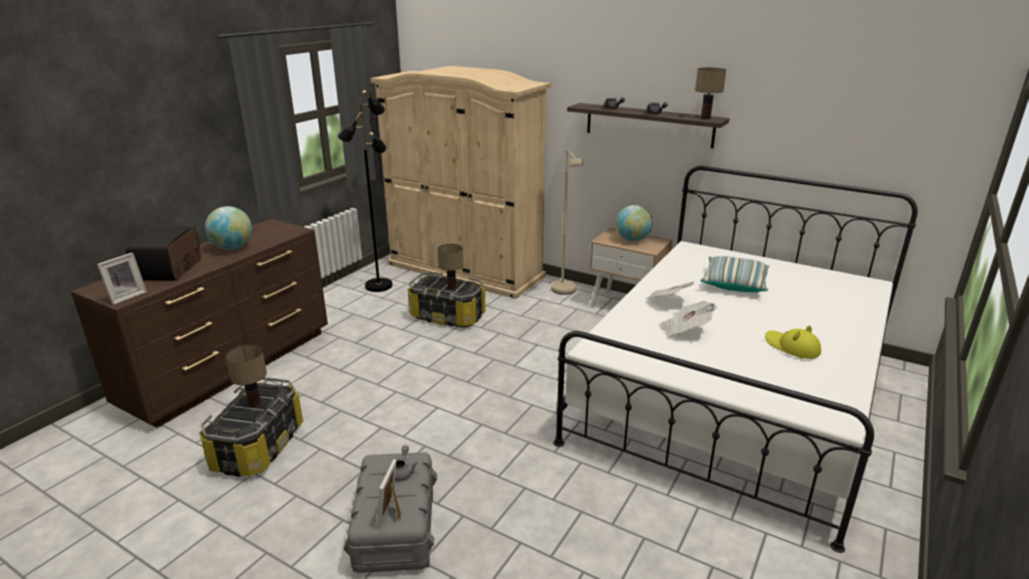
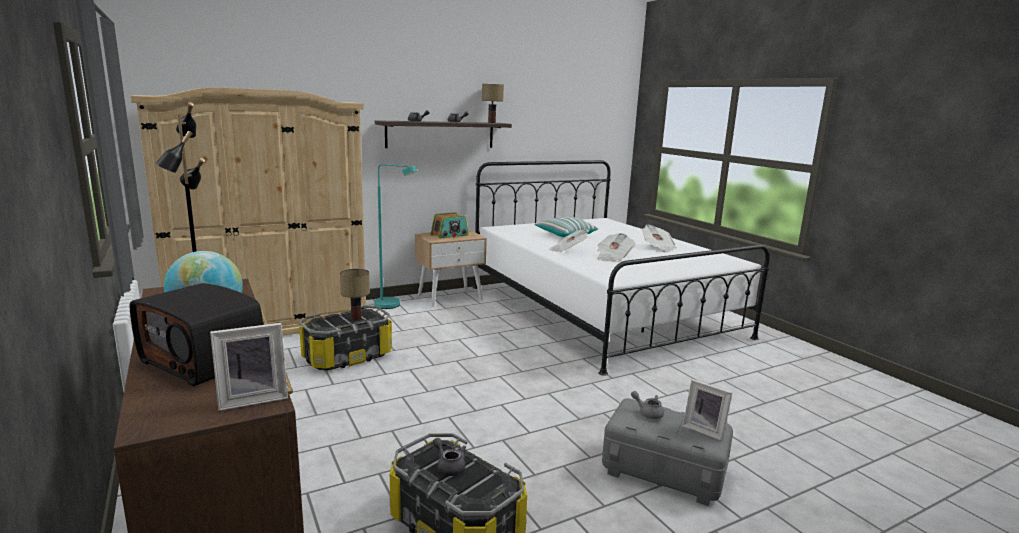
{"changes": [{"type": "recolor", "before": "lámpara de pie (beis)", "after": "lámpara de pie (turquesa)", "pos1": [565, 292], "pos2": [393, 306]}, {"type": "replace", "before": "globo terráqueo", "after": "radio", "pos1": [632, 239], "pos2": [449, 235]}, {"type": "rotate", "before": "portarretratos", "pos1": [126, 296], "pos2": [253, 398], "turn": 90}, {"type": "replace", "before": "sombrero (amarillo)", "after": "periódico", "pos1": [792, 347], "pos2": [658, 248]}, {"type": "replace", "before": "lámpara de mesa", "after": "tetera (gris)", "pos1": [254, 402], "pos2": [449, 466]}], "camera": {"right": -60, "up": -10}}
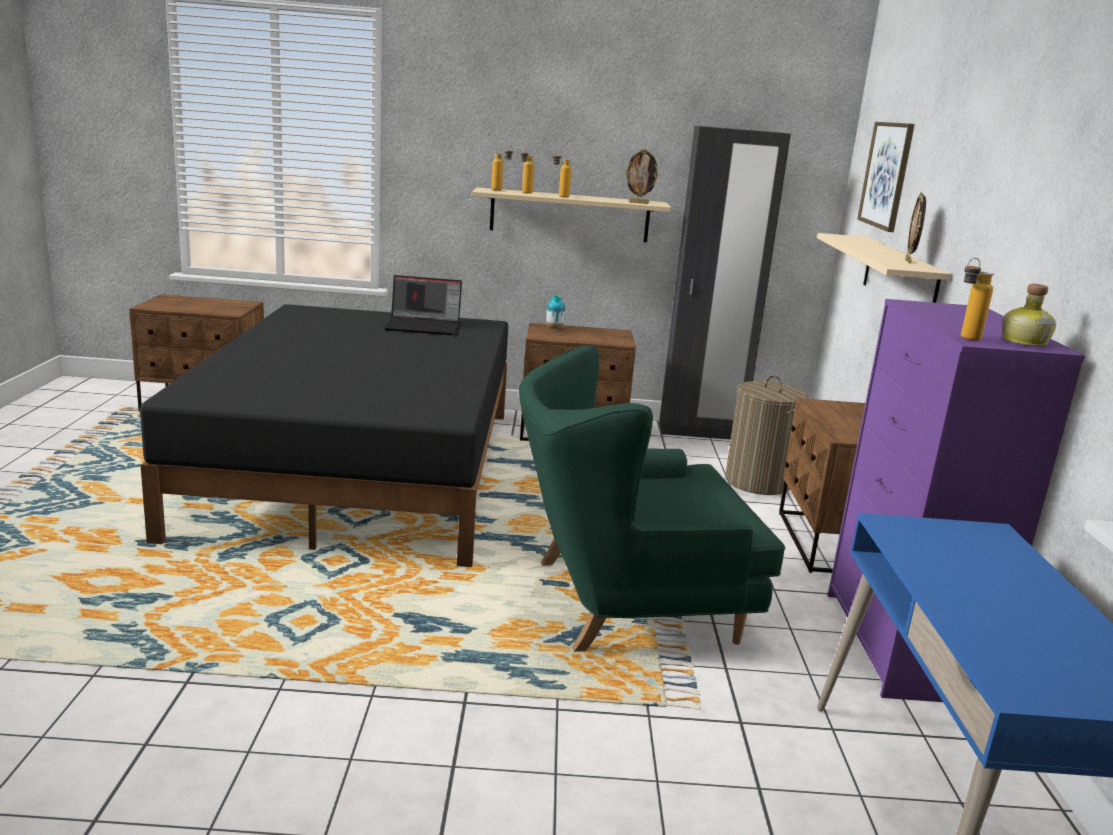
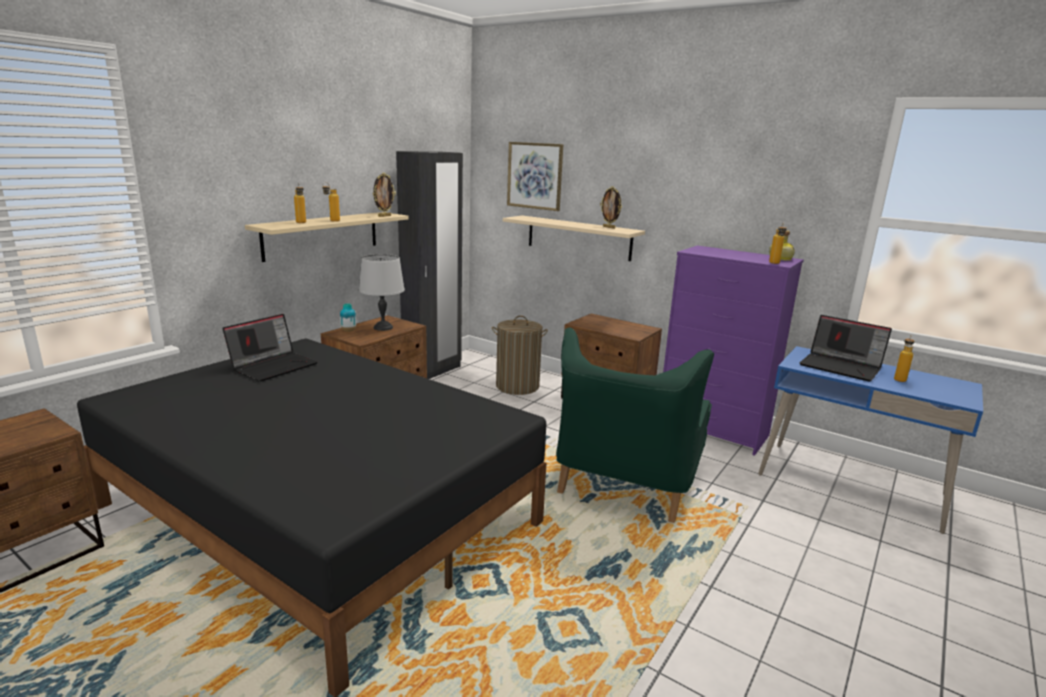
{"changes": [{"type": "move", "before": "botella", "pos1": [501, 190], "pos2": [900, 379]}, {"type": "insert", "after": "lámpara de mesa (gris)", "pos2": [382, 327]}, {"type": "insert", "after": "portátil", "pos2": [841, 367]}], "camera": {"right": -55, "up": 0}}
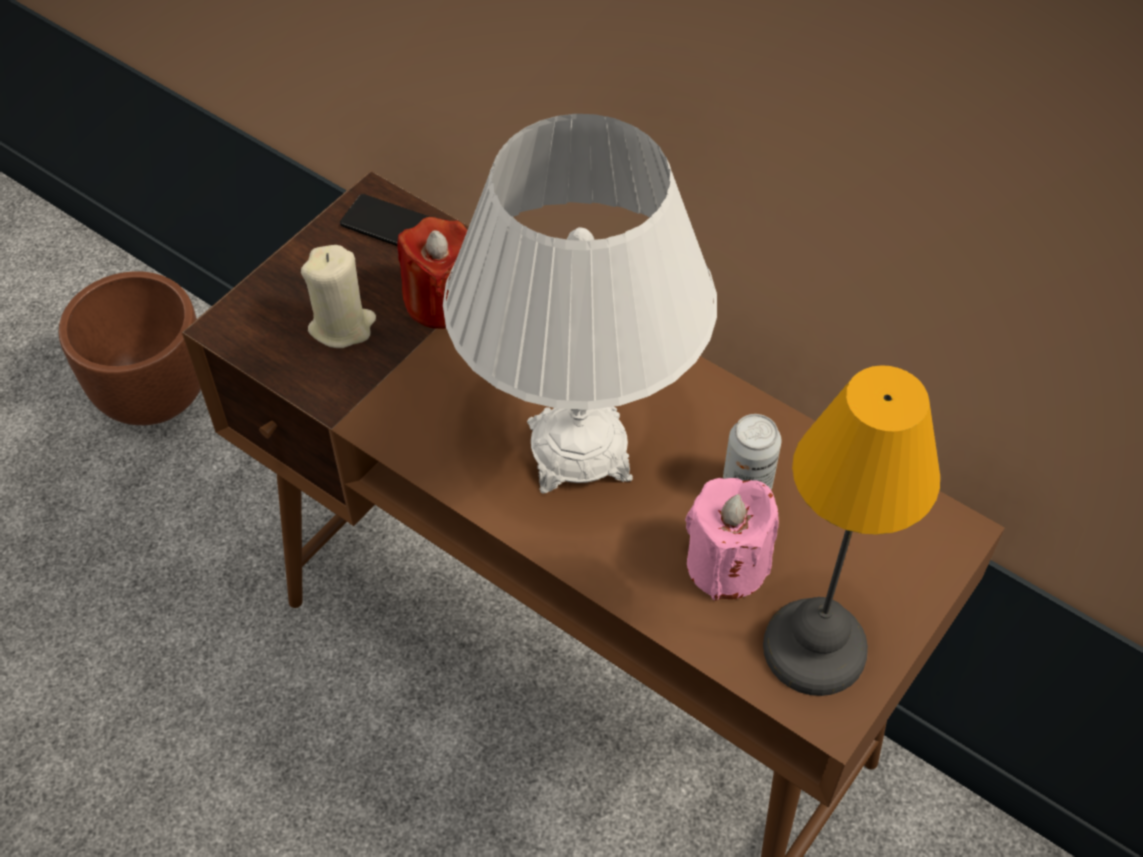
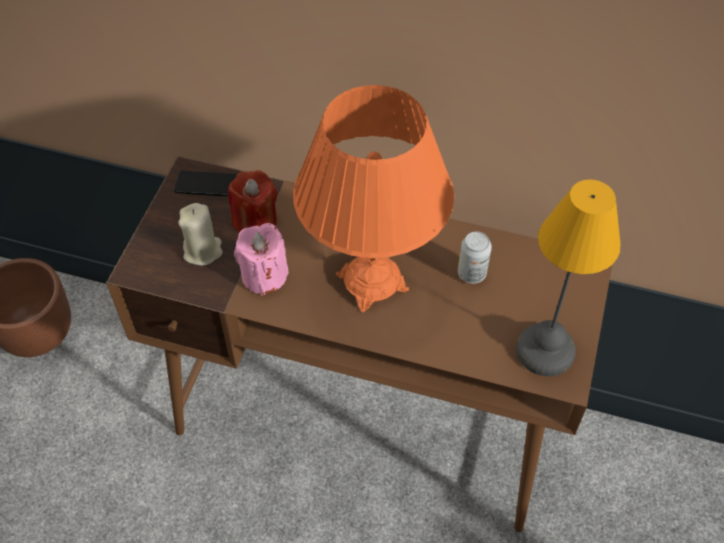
{"changes": [{"type": "recolor", "before": "lámpara de mesa (blanco)", "after": "lámpara de mesa (naranja)", "pos1": [579, 450], "pos2": [372, 282]}, {"type": "move", "before": "vela (rosa)", "pos1": [727, 564], "pos2": [264, 275]}], "camera": {"right": -20, "up": 0}}
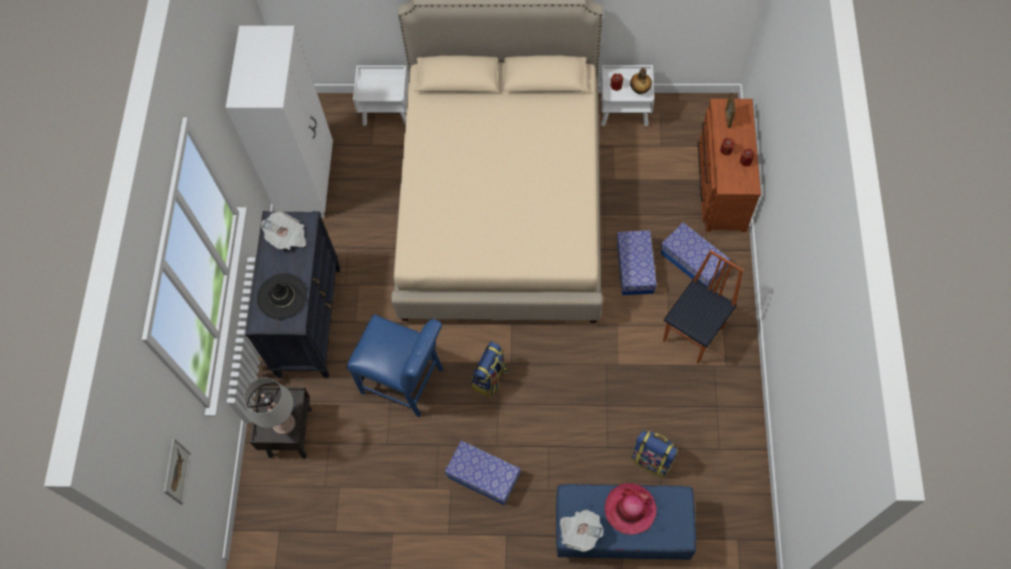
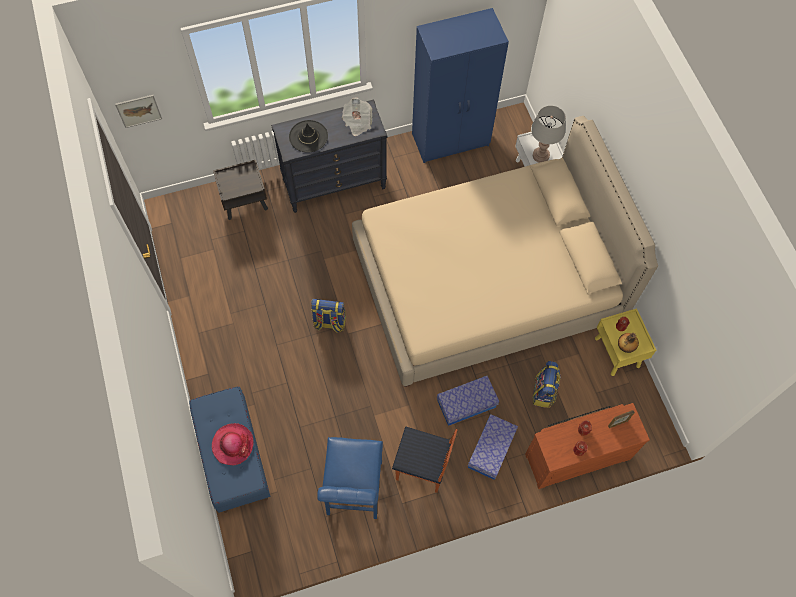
{"changes": [{"type": "recolor", "before": "armario ropero (blanco)", "after": "armario ropero (azul)", "pos1": [307, 180], "pos2": [451, 140]}, {"type": "recolor", "before": "mesita de noche (blanco)", "after": "mesita de noche (amarillo)", "pos1": [624, 112], "pos2": [617, 353]}, {"type": "move", "before": "silla (azul)", "pos1": [406, 383], "pos2": [353, 492]}, {"type": "move", "before": "lámpara de mesa (gris)", "pos1": [284, 423], "pos2": [541, 156]}, {"type": "move", "before": "mochila", "pos1": [652, 459], "pos2": [544, 392]}, {"type": "delete", "before": "caja de almacenaje", "pos1": [484, 476]}, {"type": "delete", "before": "periódico", "pos1": [579, 532]}], "camera": {"right": 65, "up": 0}}
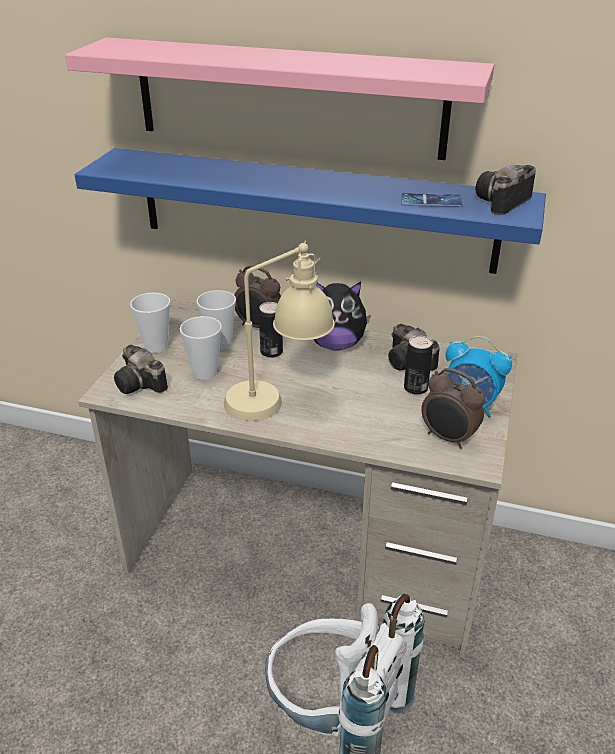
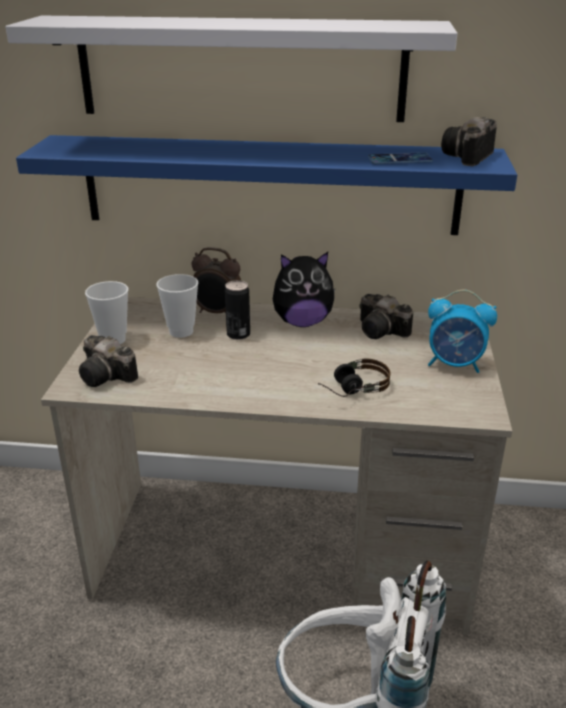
{"changes": [{"type": "recolor", "before": "estante (rosa)", "after": "estante (blanco)", "pos1": [288, 98], "pos2": [241, 69]}, {"type": "delete", "before": "lámpara de mesa (beis)", "pos1": [279, 402]}, {"type": "delete", "before": "taza", "pos1": [205, 372]}, {"type": "delete", "before": "lata", "pos1": [415, 388]}, {"type": "delete", "before": "despertador", "pos1": [448, 438]}, {"type": "insert", "after": "auriculares", "pos2": [350, 389]}], "camera": {"right": -10, "up": -5}}
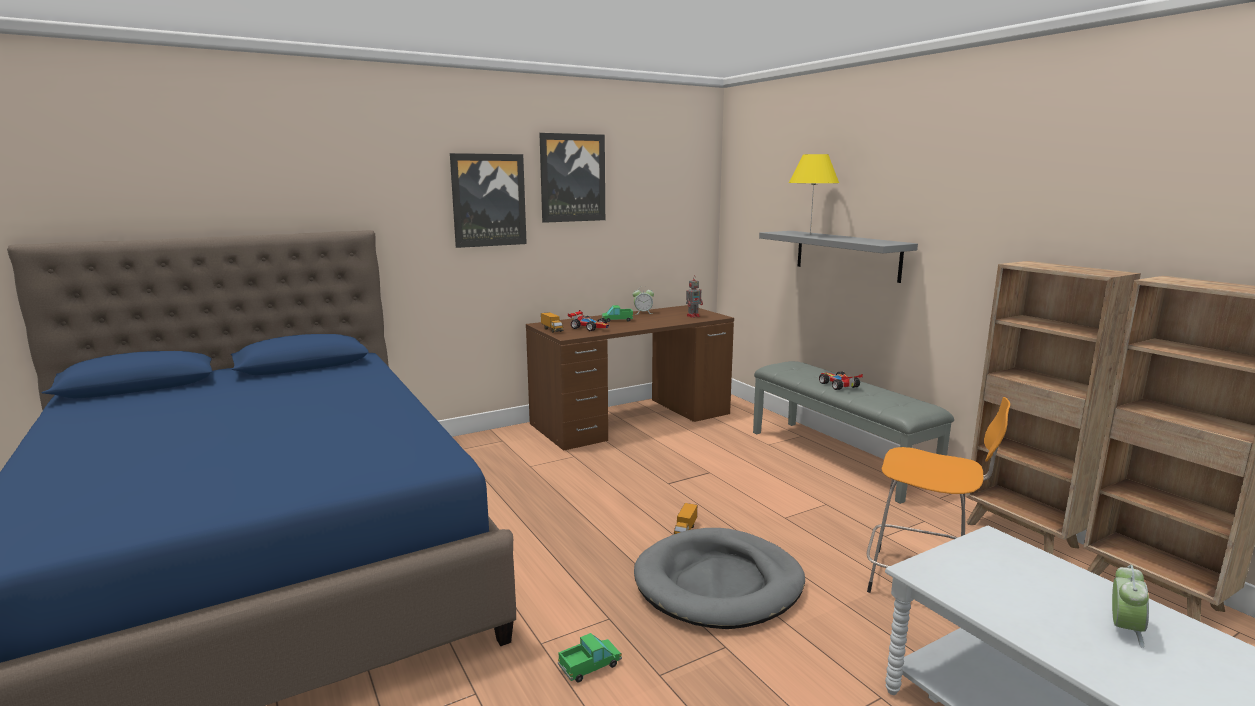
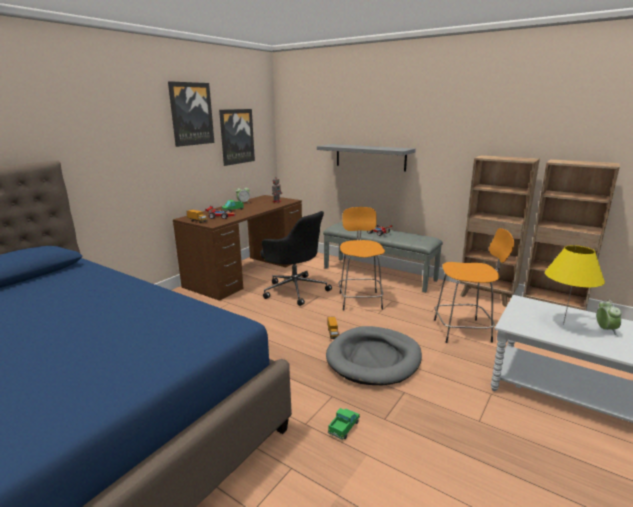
{"changes": [{"type": "move", "before": "cuadro", "pos1": [488, 200], "pos2": [236, 136]}, {"type": "move", "before": "lámpara de mesa (amarillo)", "pos1": [810, 234], "pos2": [563, 324]}, {"type": "insert", "after": "taburete (naranja)", "pos2": [360, 300]}, {"type": "insert", "after": "silla de oficina (negro)", "pos2": [295, 289]}], "camera": {"right": -25, "up": 5}}
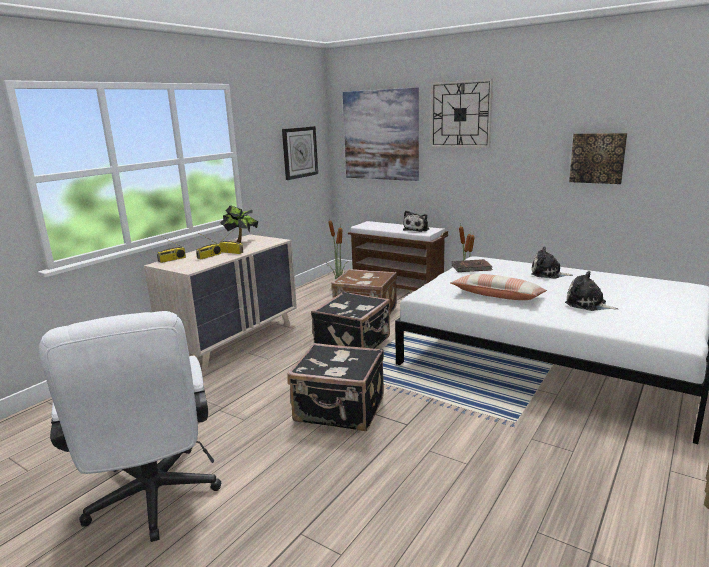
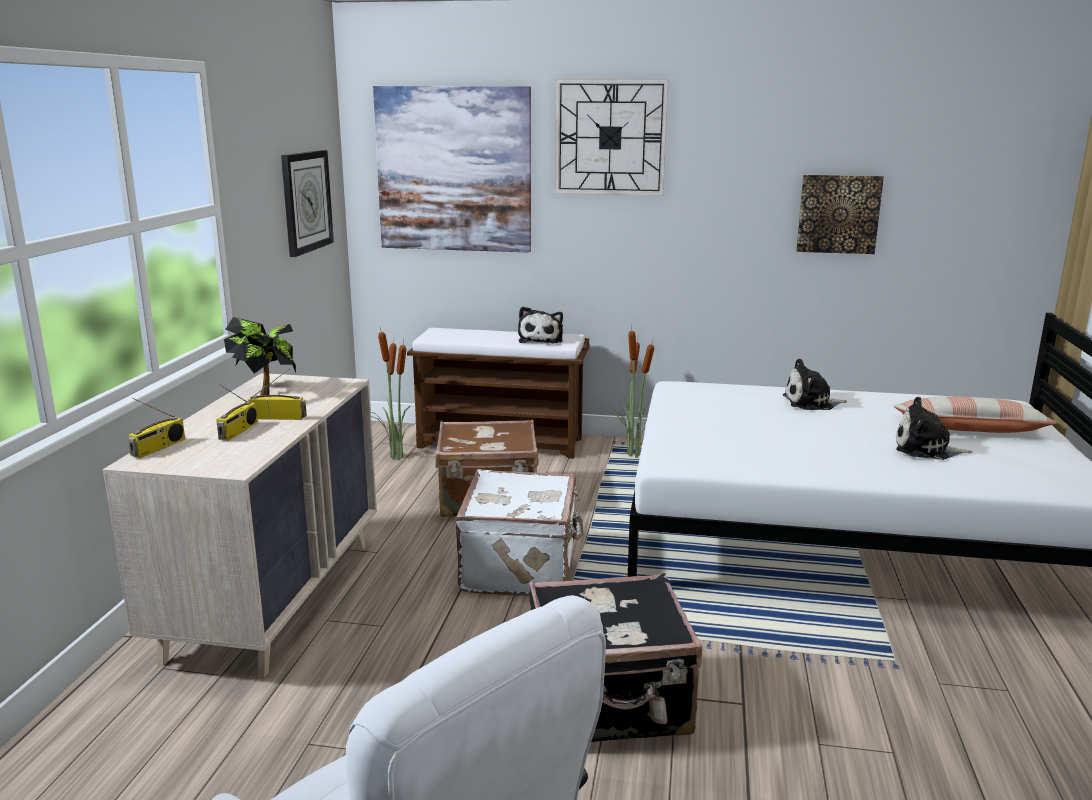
{"changes": [{"type": "delete", "before": "libro (marrón)", "pos1": [472, 268]}, {"type": "move", "before": "cojín", "pos1": [497, 296], "pos2": [969, 429]}, {"type": "recolor", "before": "maleta (negro)", "after": "maleta (blanco)", "pos1": [354, 344], "pos2": [522, 567]}], "camera": {"right": -25, "up": 0}}
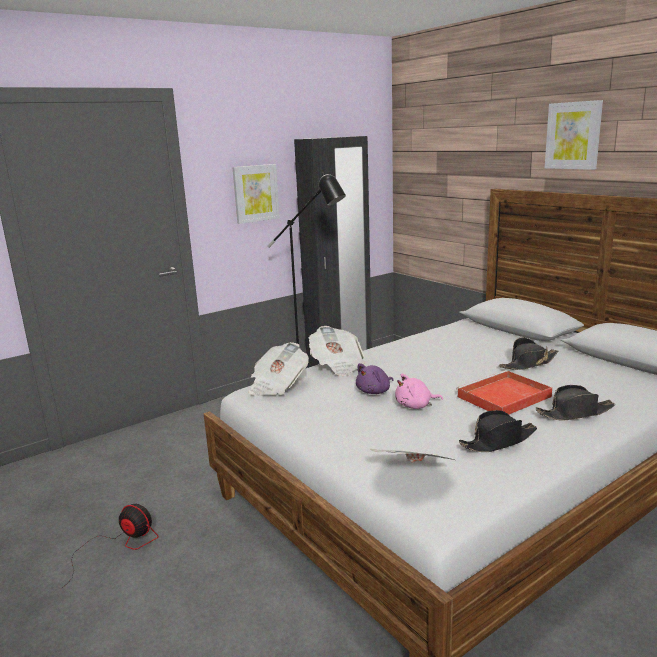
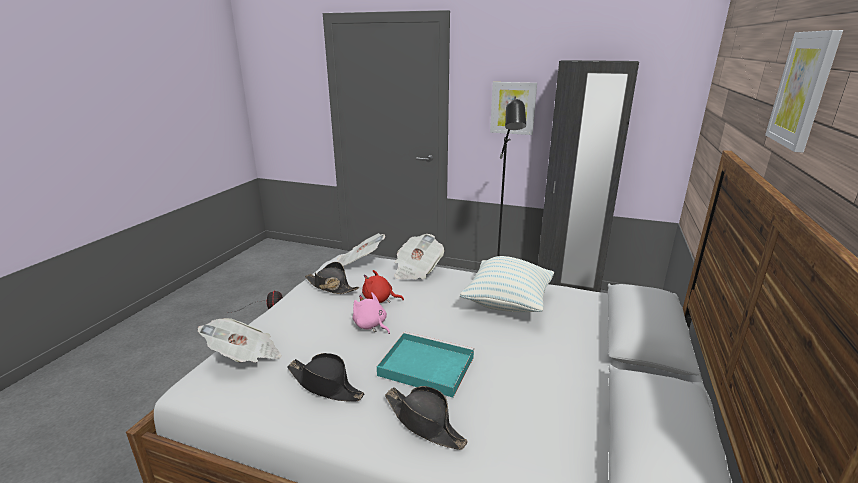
{"changes": [{"type": "move", "before": "sombrero (negro)", "pos1": [528, 363], "pos2": [331, 286]}, {"type": "recolor", "before": "peluche (morado)", "after": "peluche (rojo)", "pos1": [374, 391], "pos2": [379, 299]}, {"type": "recolor", "before": "bandeja (rojo)", "after": "bandeja (turquesa)", "pos1": [503, 397], "pos2": [424, 366]}, {"type": "insert", "after": "cojín", "pos2": [507, 303]}], "camera": {"right": 55, "up": 5}}
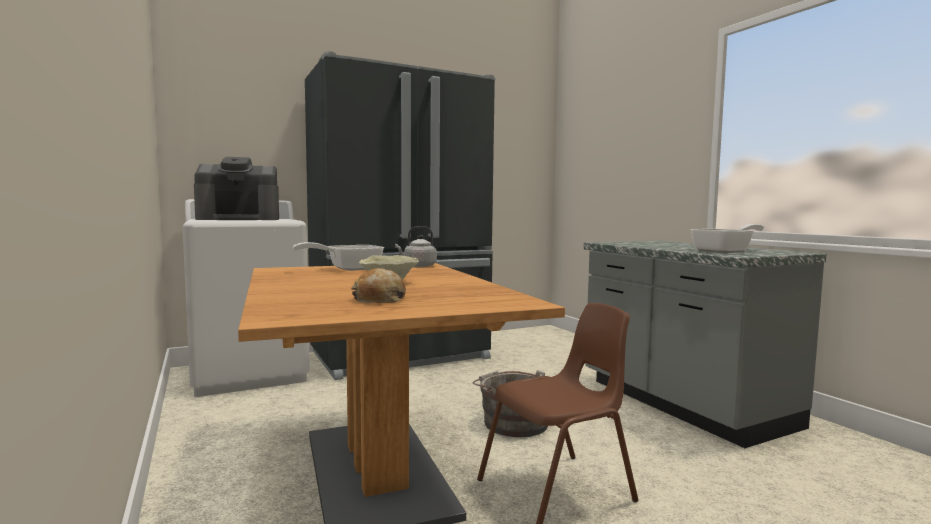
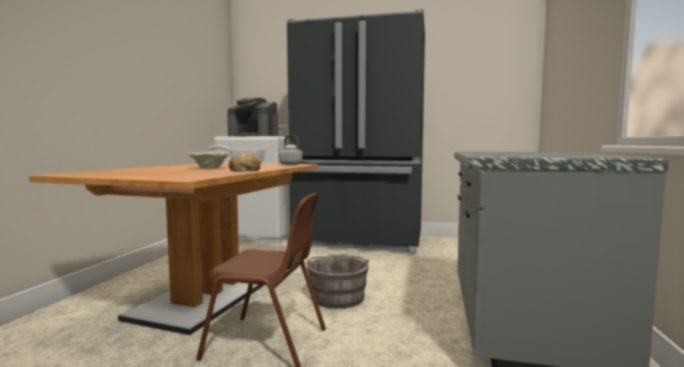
{"changes": [{"type": "delete", "before": "sartén", "pos1": [726, 251]}, {"type": "move", "before": "pan", "pos1": [379, 299], "pos2": [244, 170]}], "camera": {"right": 40, "up": 0}}
